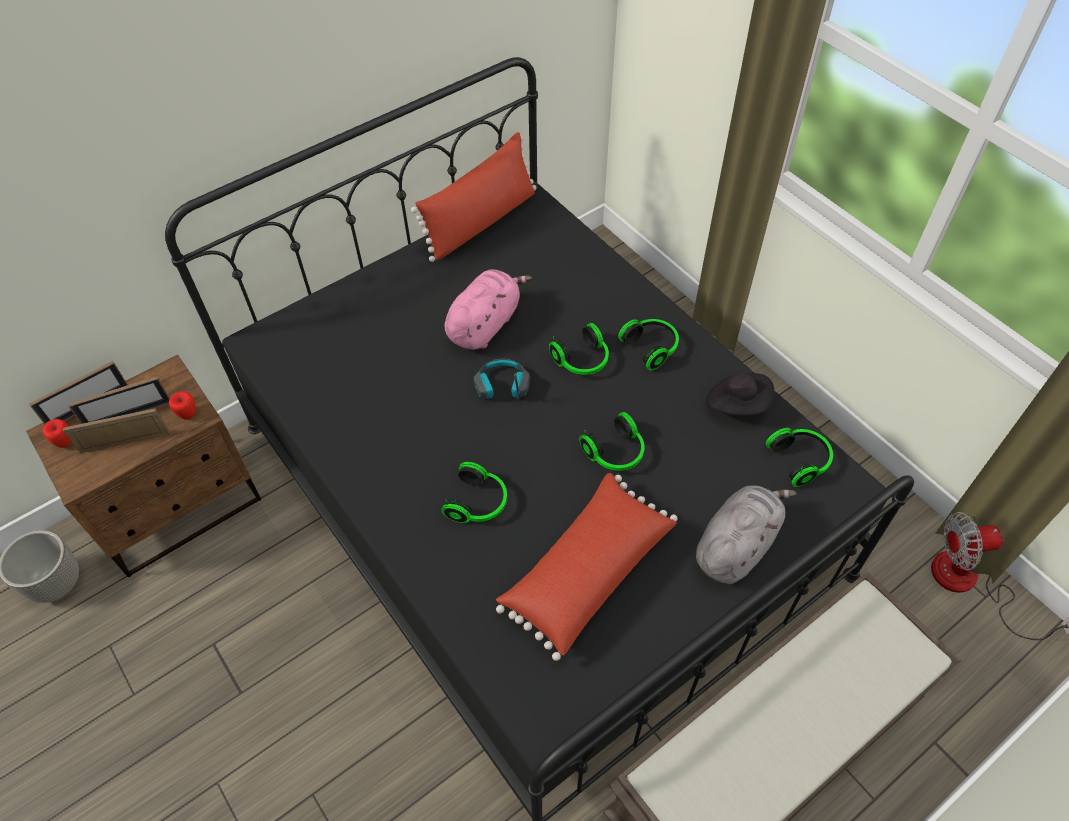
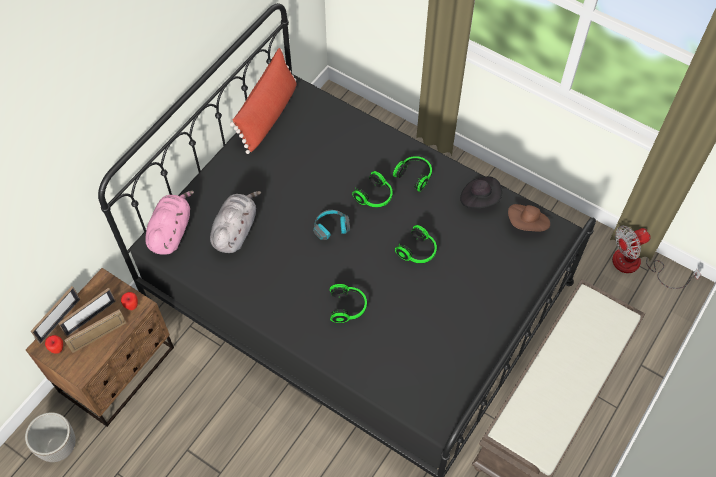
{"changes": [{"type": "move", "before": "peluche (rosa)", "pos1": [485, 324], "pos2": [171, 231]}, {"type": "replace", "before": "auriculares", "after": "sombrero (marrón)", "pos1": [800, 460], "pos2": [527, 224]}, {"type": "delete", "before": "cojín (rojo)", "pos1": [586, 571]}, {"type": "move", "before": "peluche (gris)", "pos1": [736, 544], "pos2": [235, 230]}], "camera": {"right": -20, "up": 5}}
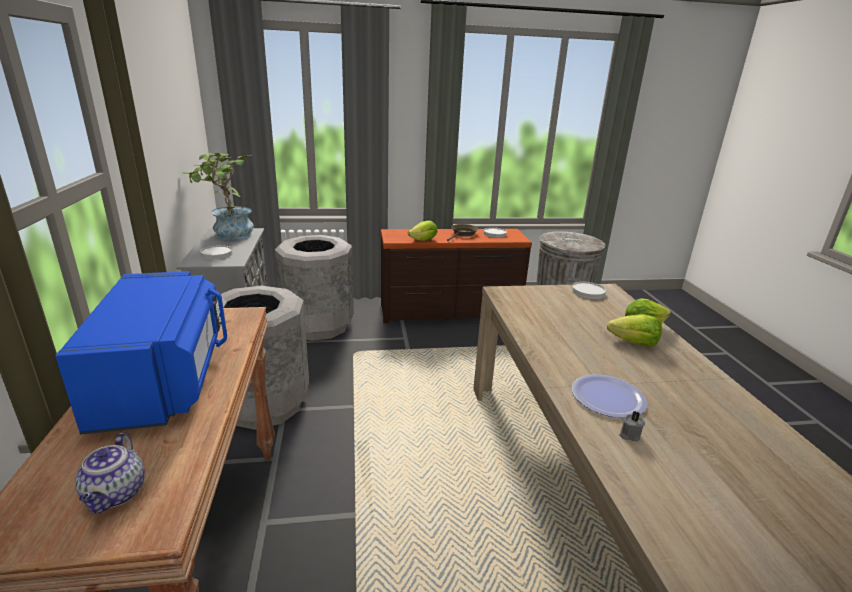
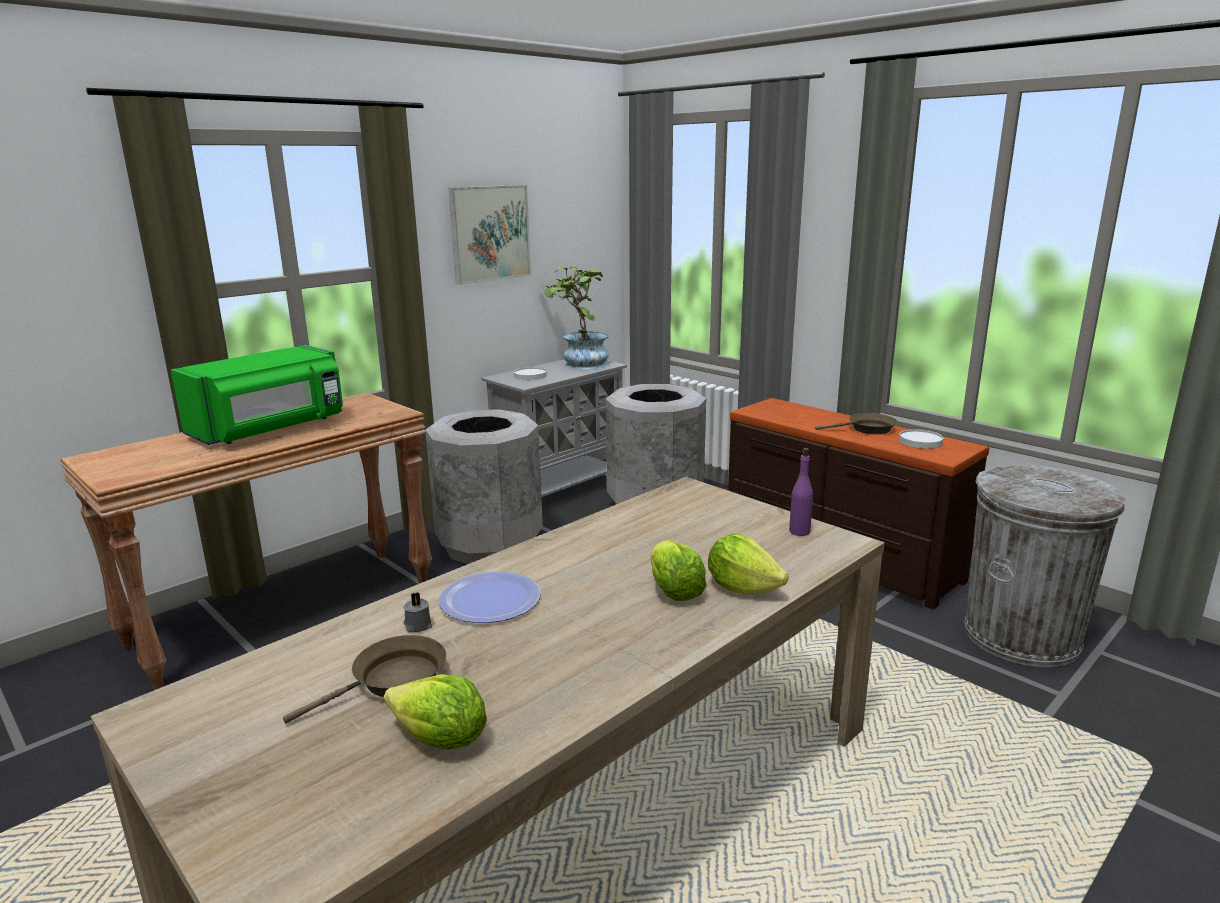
{"changes": [{"type": "move", "before": "lechuga", "pos1": [423, 240], "pos2": [440, 740]}, {"type": "recolor", "before": "microondas (azul)", "after": "microondas (verde)", "pos1": [165, 379], "pos2": [271, 429]}, {"type": "replace", "before": "plato (blanco)", "after": "botella (morado)", "pos1": [588, 292], "pos2": [799, 531]}, {"type": "delete", "before": "tetera", "pos1": [116, 495]}, {"type": "insert", "after": "cuadro", "pos2": [490, 233]}, {"type": "insert", "after": "sartén (marrón)", "pos2": [392, 681]}], "camera": {"right": 55, "up": -5}}
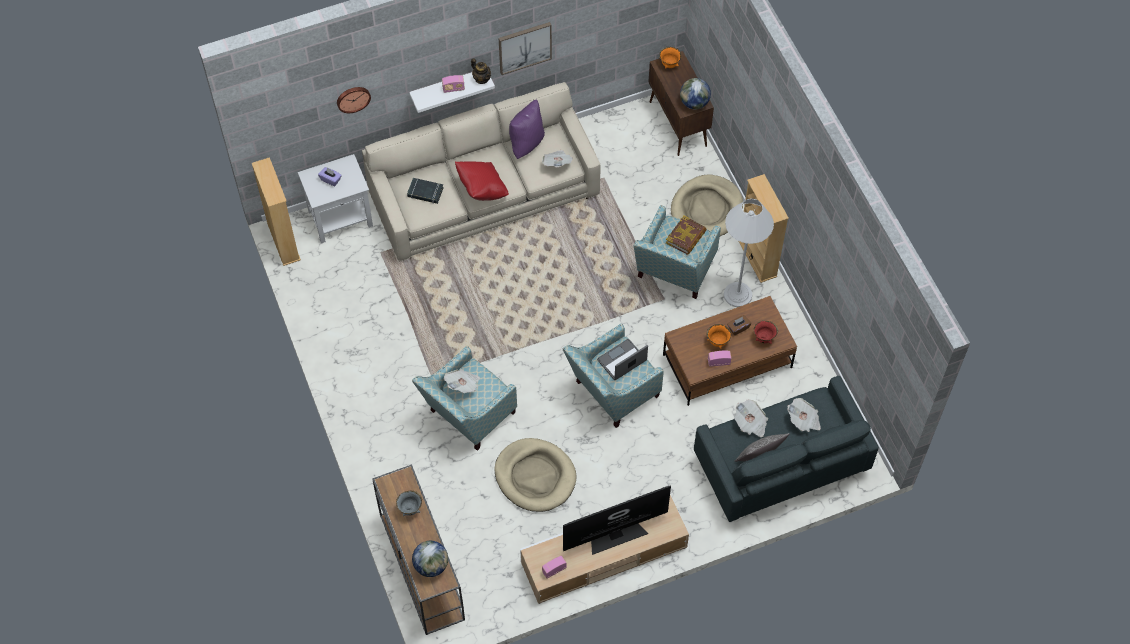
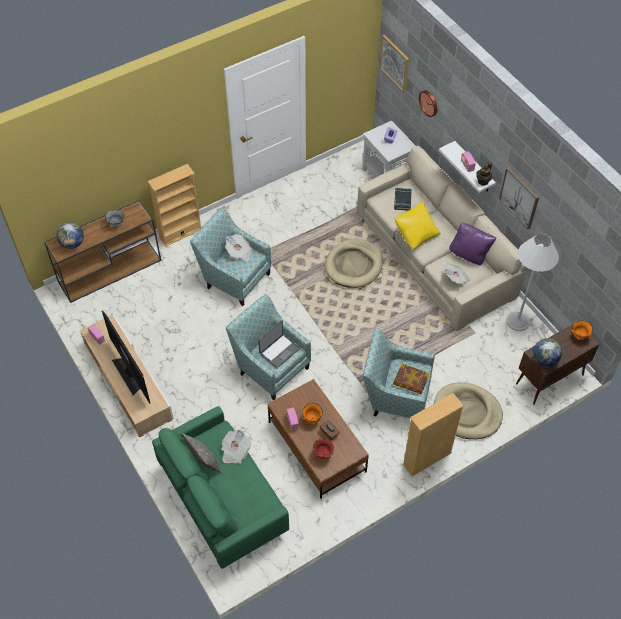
{"changes": [{"type": "move", "before": "estantería (beis)", "pos1": [283, 242], "pos2": [180, 233]}, {"type": "recolor", "before": "cojín (rojo)", "after": "cojín (amarillo)", "pos1": [482, 189], "pos2": [416, 234]}, {"type": "move", "before": "lámpara de pie (blanco)", "pos1": [737, 295], "pos2": [518, 321]}, {"type": "rotate", "before": "portátil", "pos1": [622, 361], "pos2": [279, 351], "turn": 90}, {"type": "recolor", "before": "sofá (gris)", "after": "sofá (verde)", "pos1": [779, 465], "pos2": [222, 499]}, {"type": "delete", "before": "periódico", "pos1": [803, 420]}, {"type": "move", "before": "cama para perro (beis)", "pos1": [535, 476], "pos2": [354, 265]}, {"type": "insert", "after": "cuadro", "pos2": [395, 63]}], "camera": {"right": 80, "up": -5}}
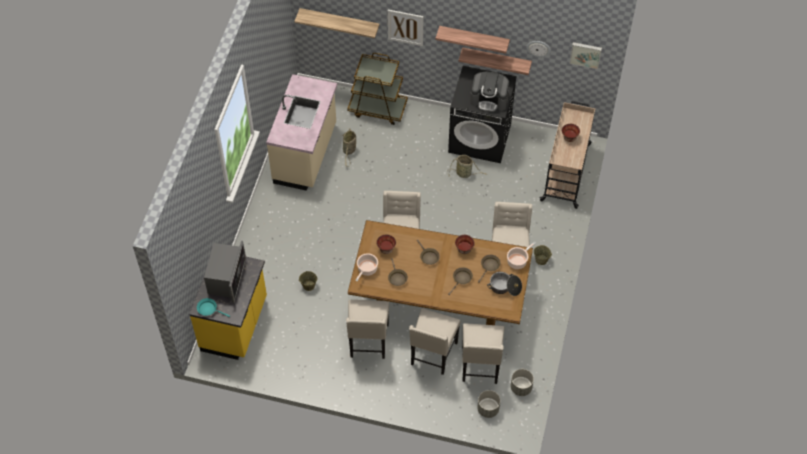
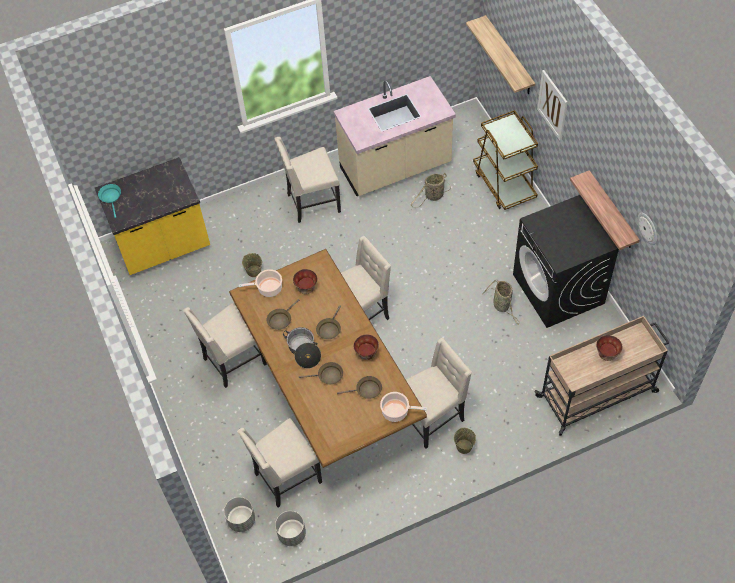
{"changes": [{"type": "delete", "before": "estante", "pos1": [474, 38]}, {"type": "delete", "before": "cuadro", "pos1": [585, 54]}, {"type": "delete", "before": "cafetera", "pos1": [489, 99]}, {"type": "delete", "before": "microondas", "pos1": [226, 278]}, {"type": "move", "before": "olla", "pos1": [505, 287], "pos2": [303, 351]}, {"type": "move", "before": "silla (beis)", "pos1": [433, 354], "pos2": [312, 203]}], "camera": {"right": 55, "up": 0}}
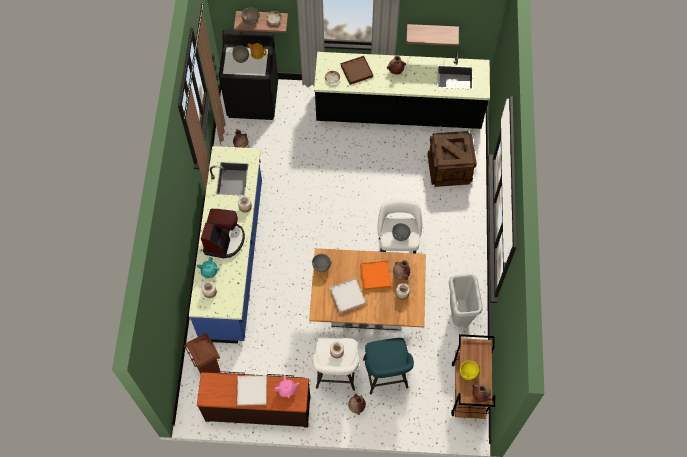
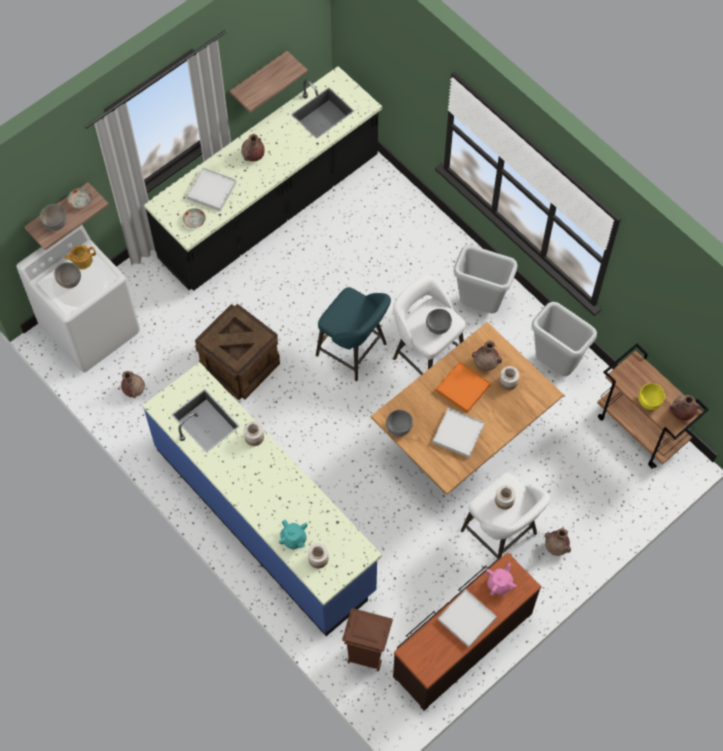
{"changes": [{"type": "recolor", "before": "lavadora (negro)", "after": "lavadora (blanco)", "pos1": [253, 99], "pos2": [91, 328]}, {"type": "recolor", "before": "bandeja (marrón)", "after": "bandeja (blanco)", "pos1": [356, 71], "pos2": [211, 191]}, {"type": "move", "before": "caja de embalaje", "pos1": [450, 168], "pos2": [241, 364]}, {"type": "delete", "before": "cafetera", "pos1": [224, 240]}, {"type": "move", "before": "taburete (turquesa)", "pos1": [386, 376], "pos2": [354, 352]}, {"type": "insert", "after": "papelera (gris)", "pos2": [479, 306]}], "camera": {"right": -45, "up": 0}}
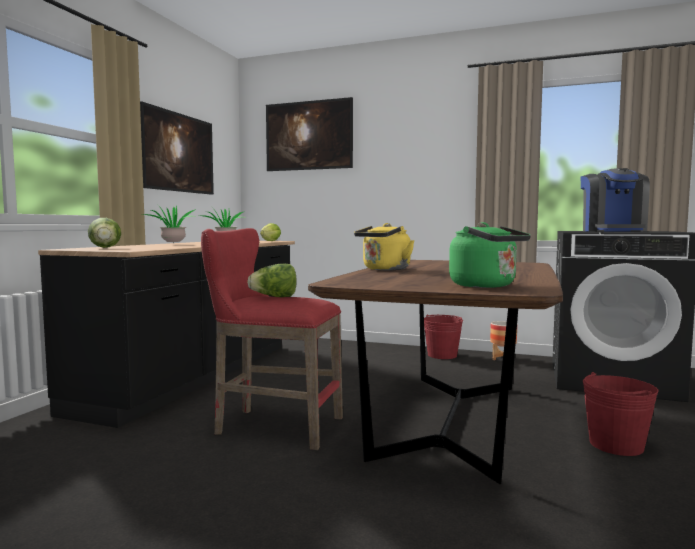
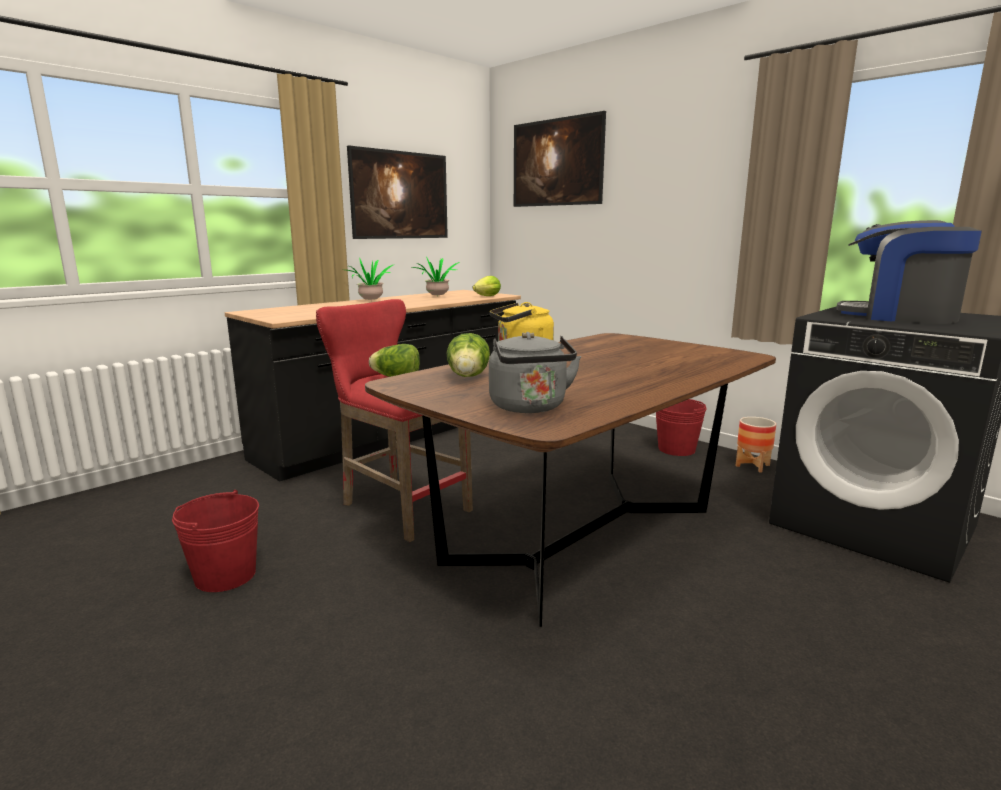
{"changes": [{"type": "rotate", "before": "cafetera", "pos1": [612, 231], "pos2": [898, 316], "turn": 90}, {"type": "move", "before": "lechuga", "pos1": [105, 247], "pos2": [468, 377]}, {"type": "recolor", "before": "hervidor (verde)", "after": "hervidor (gris)", "pos1": [486, 286], "pos2": [530, 408]}, {"type": "move", "before": "cubo (rojo)", "pos1": [616, 445], "pos2": [225, 576]}], "camera": {"right": 25, "up": 10}}
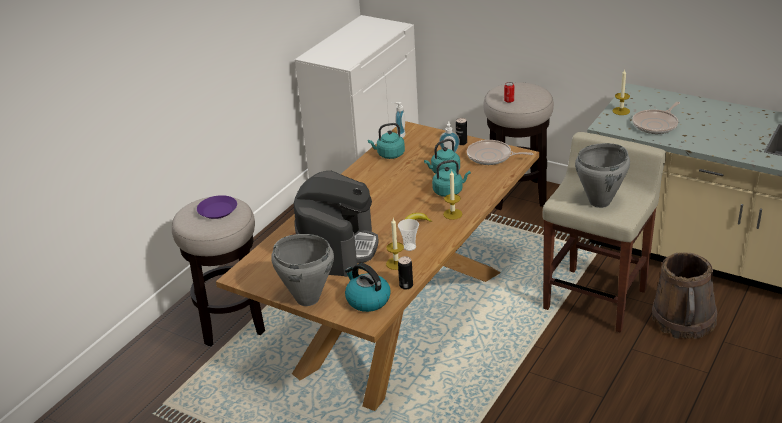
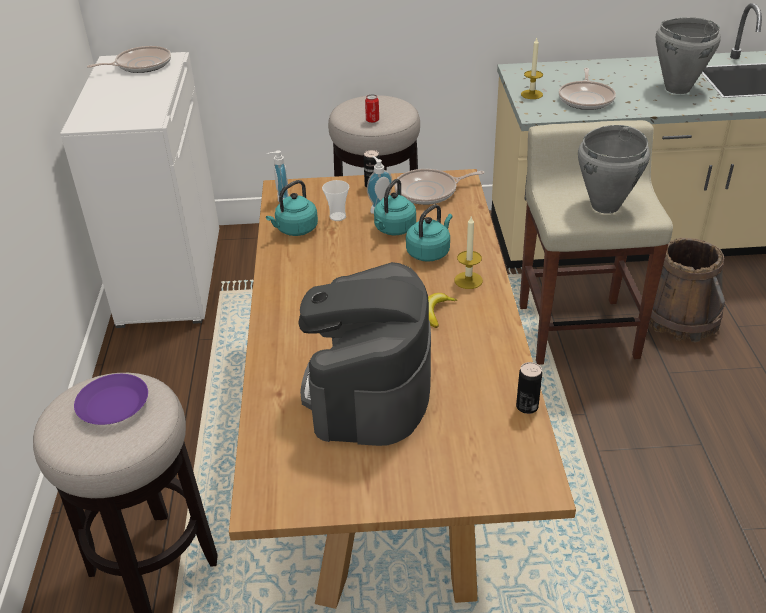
{"changes": [{"type": "rotate", "before": "cafetera", "pos1": [337, 248], "pos2": [369, 390], "turn": -150}, {"type": "delete", "before": "vela", "pos1": [396, 263]}, {"type": "move", "before": "taza", "pos1": [409, 247], "pos2": [337, 217]}, {"type": "move", "before": "olla (gris)", "pos1": [307, 298], "pos2": [676, 89]}, {"type": "delete", "before": "hervidor", "pos1": [367, 300]}, {"type": "insert", "after": "sartén", "pos2": [140, 65]}], "camera": {"right": -35, "up": 5}}
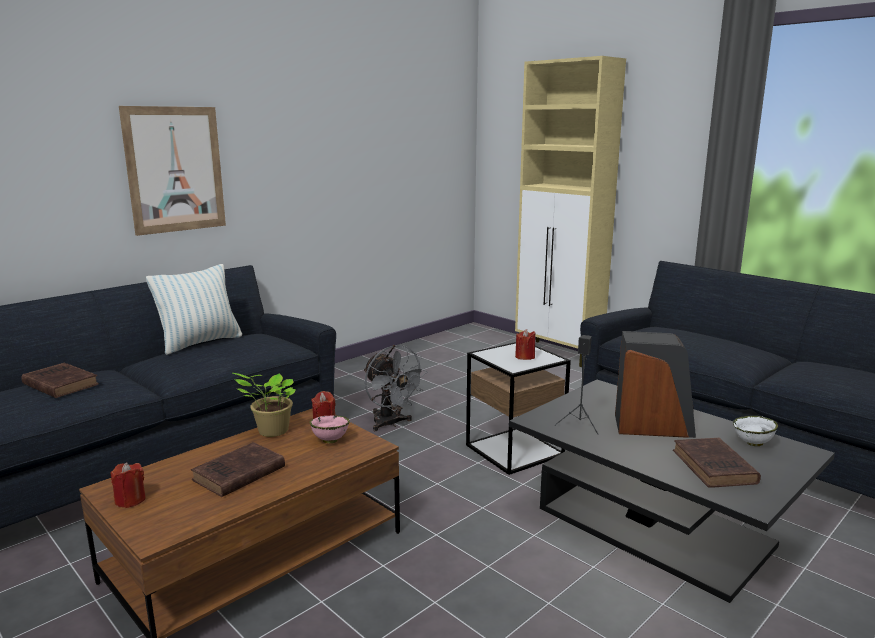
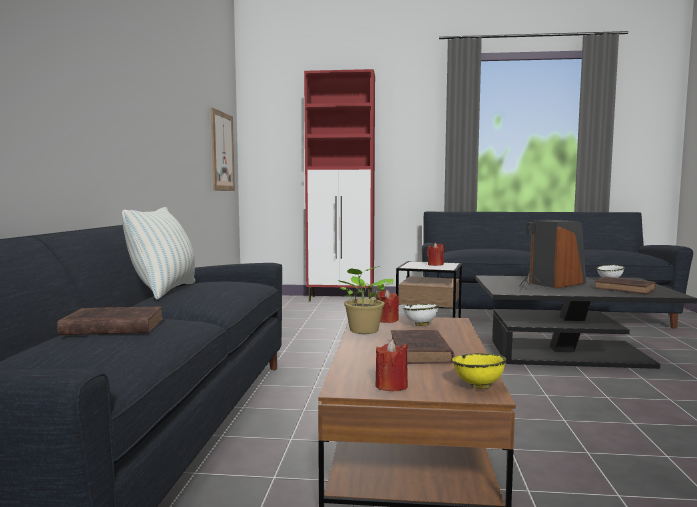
{"changes": [{"type": "recolor", "before": "armario (beis)", "after": "armario (rojo)", "pos1": [559, 354], "pos2": [341, 299]}, {"type": "move", "before": "cuadro", "pos1": [175, 169], "pos2": [222, 151]}, {"type": "delete", "before": "ventilador (gris)", "pos1": [391, 424]}, {"type": "recolor", "before": "cuenco (rosa)", "after": "cuenco (blanco)", "pos1": [329, 441], "pos2": [420, 325]}, {"type": "insert", "after": "cuenco (amarillo)", "pos2": [478, 387]}], "camera": {"right": -40, "up": -10}}
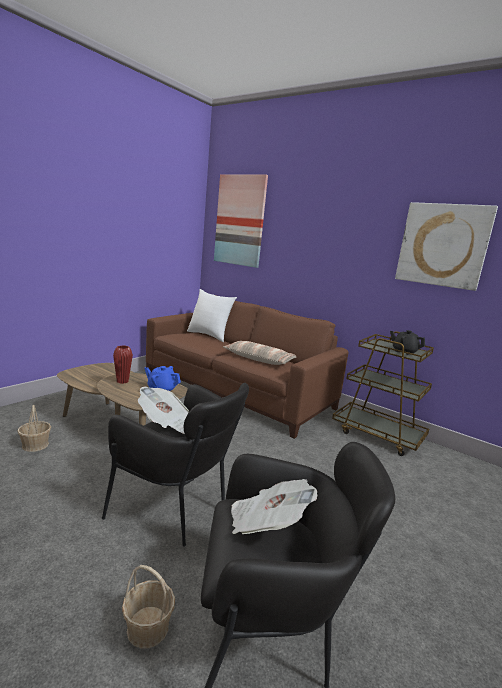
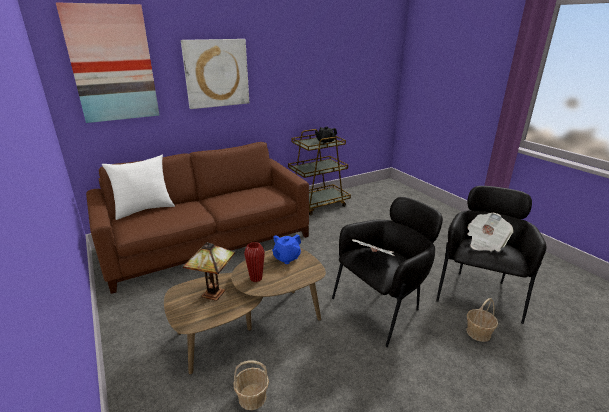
{"changes": [{"type": "move", "before": "cuadro", "pos1": [443, 245], "pos2": [216, 73]}, {"type": "delete", "before": "cojín", "pos1": [259, 359]}, {"type": "insert", "after": "lámpara de mesa", "pos2": [215, 293]}], "camera": {"right": -65, "up": 10}}
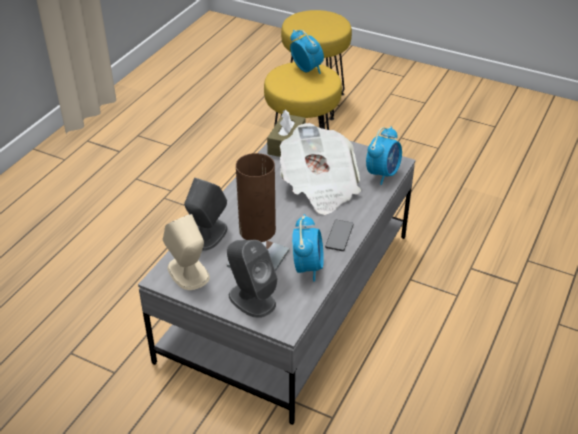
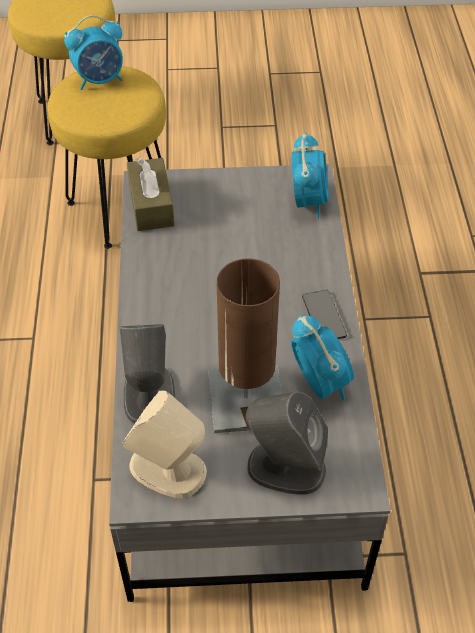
{"changes": [{"type": "rotate", "before": "despertador", "pos1": [306, 69], "pos2": [100, 80], "turn": 135}, {"type": "delete", "before": "periódico", "pos1": [319, 187]}], "camera": {"right": -30, "up": 10}}
